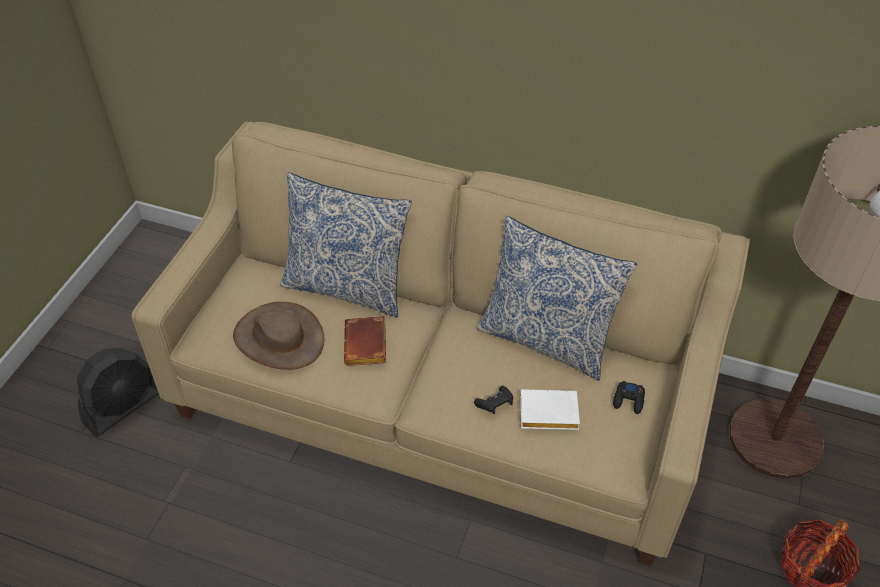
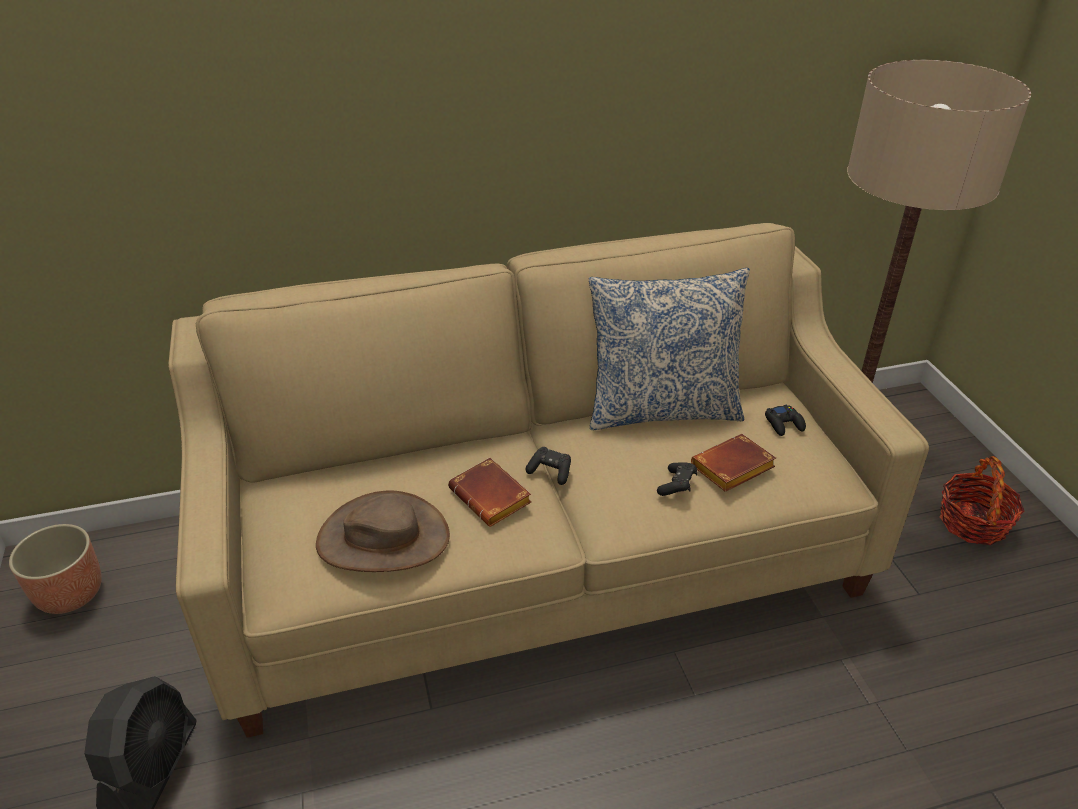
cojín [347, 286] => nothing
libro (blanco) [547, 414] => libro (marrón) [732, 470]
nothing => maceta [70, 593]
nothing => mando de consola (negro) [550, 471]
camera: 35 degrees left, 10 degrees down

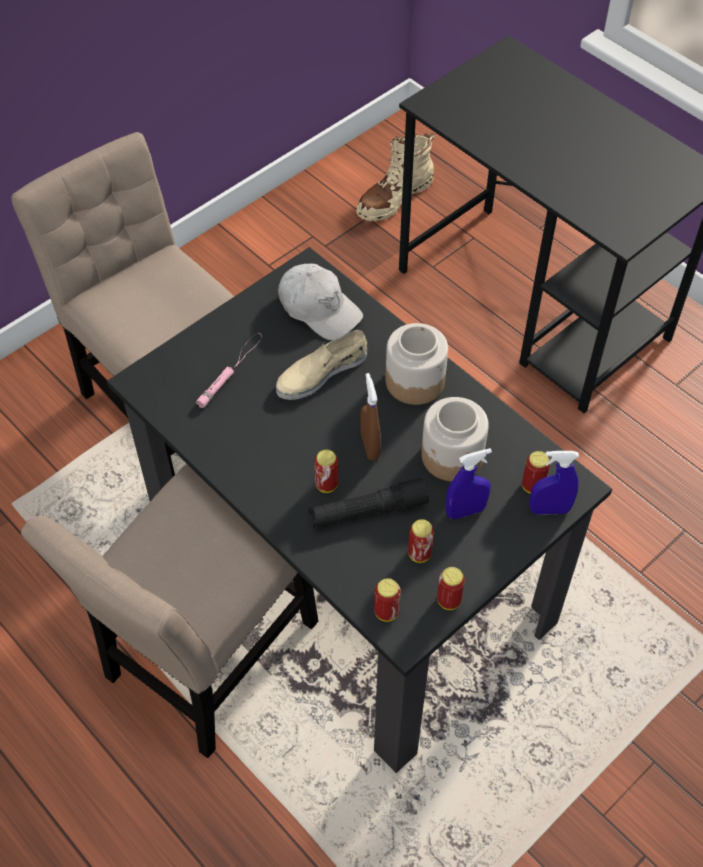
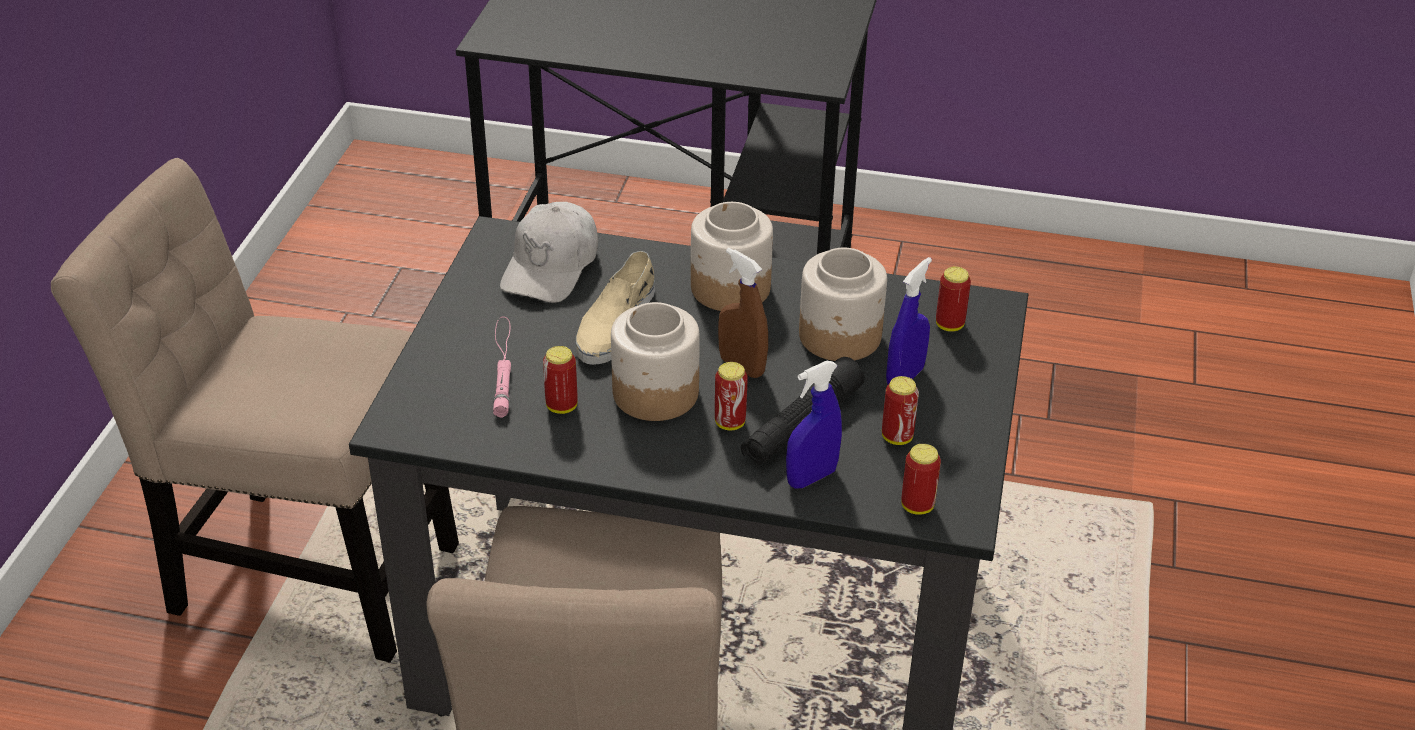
gorra (blanco) [319, 308] => gorra (blanco) [551, 267], 105 degrees clockwise
bota (beis) [394, 198] => nothing
lata [448, 600] => lata [561, 406], relocated
pulverizador (azul) [549, 510] => pulverizador (azul) [811, 477], relocated
nothing => tarro [654, 393]
camera: 35 degrees left, 15 degrees down

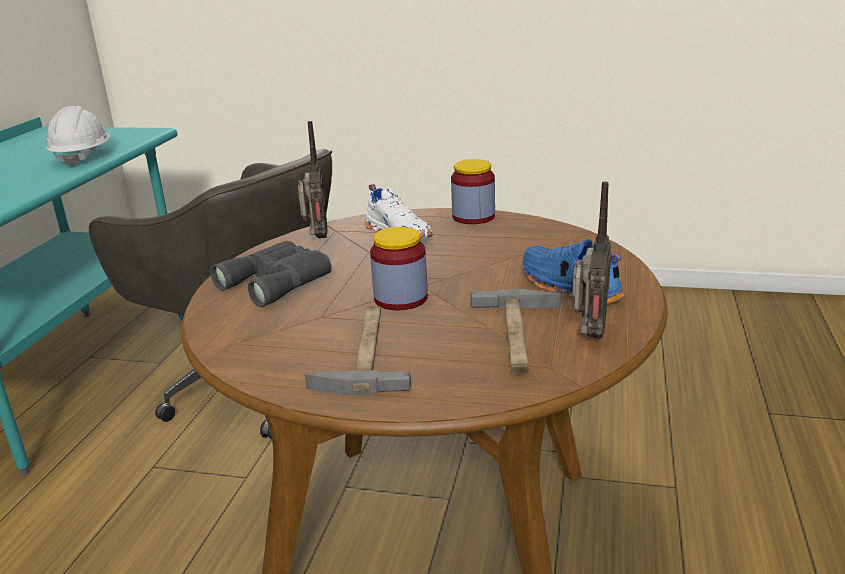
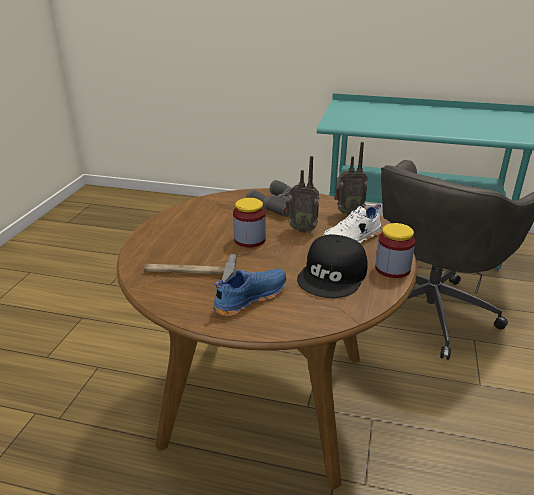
casco (blanco) [82, 157] => nothing
martillo [364, 351] => nothing
radio [588, 335] => radio [302, 229], relocated
nothing => gorra (negro) [333, 275]
camera: 90 degrees right, 5 degrees up

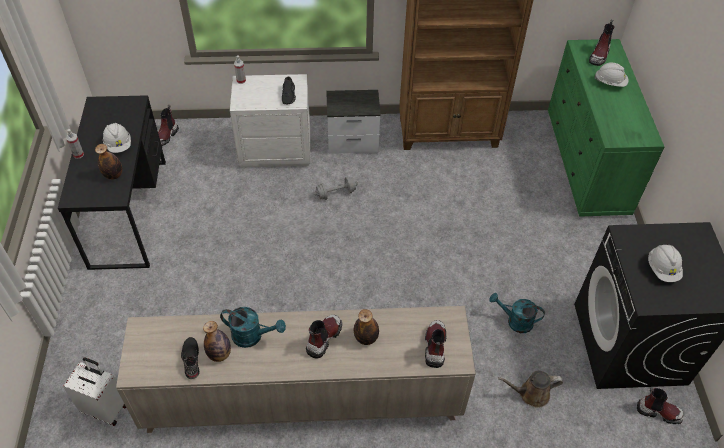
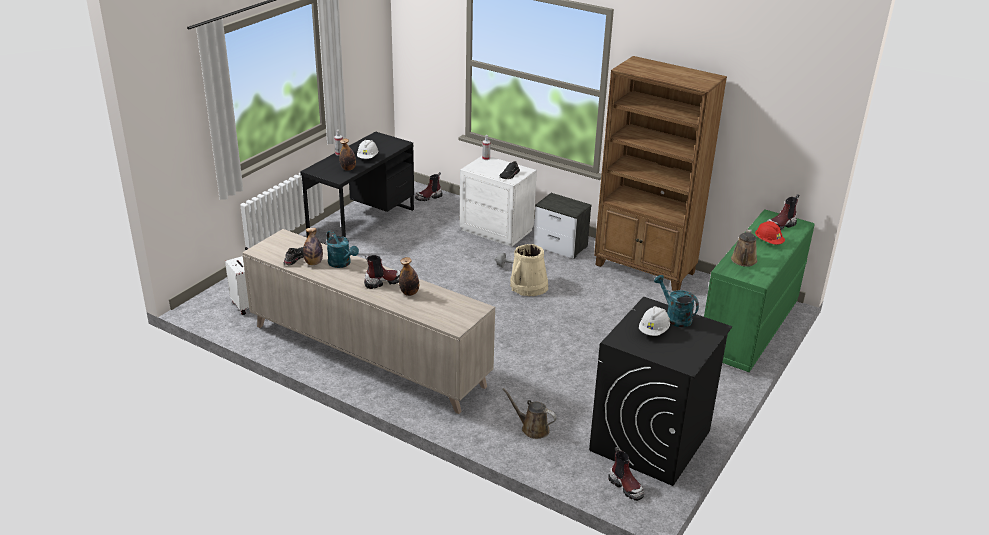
bota [434, 346] => nothing
regadera (turquesa) [515, 321] => regadera (turquesa) [674, 317], relocated
casco (blanco) [610, 82] => casco (rojo) [768, 242]
nothing => cubo (beis) [529, 286]
nothing => regadera (marrón) [743, 261]
camera: 35 degrees right, 20 degrees down

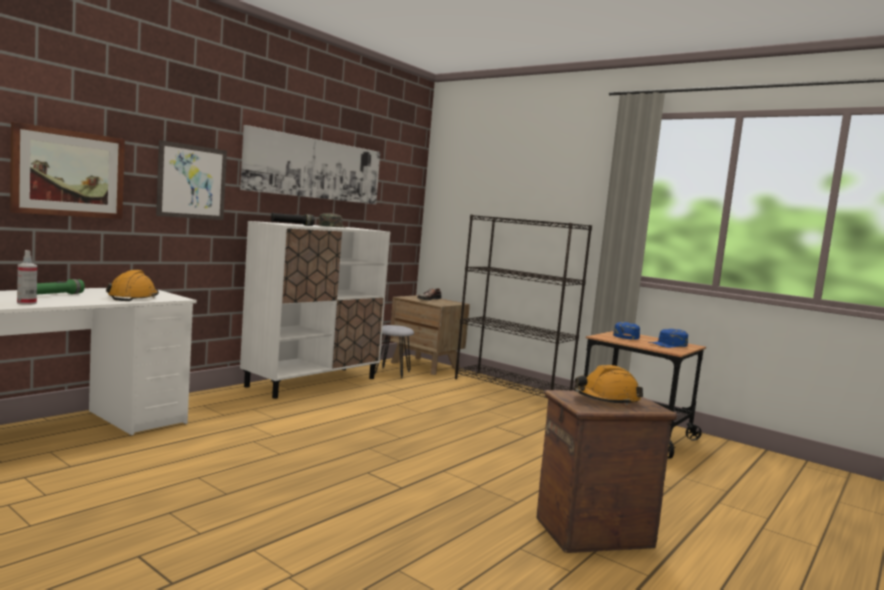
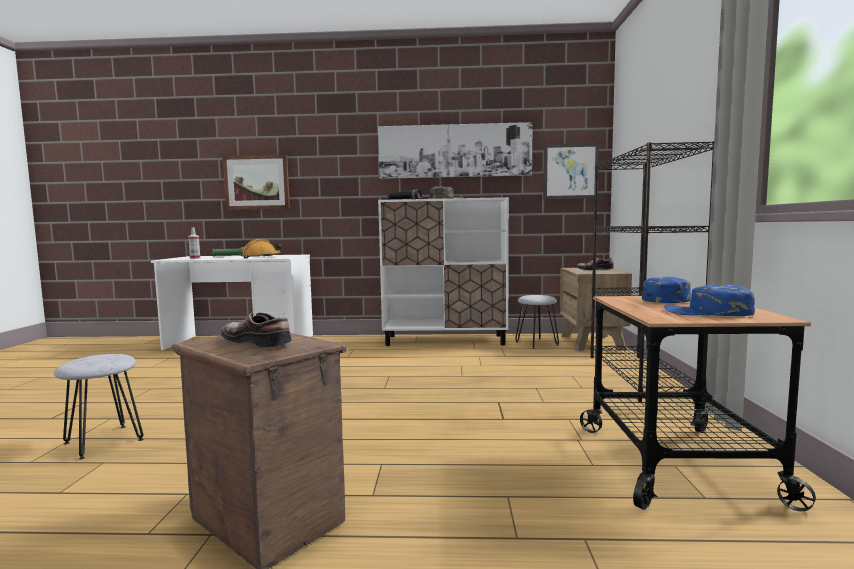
cuadro [192, 182] => cuadro [570, 171], relocated
casco (naranja) [606, 399] => zapato [259, 341]
nothing => taburete (gris) [104, 441]
camera: 55 degrees right, 0 degrees up

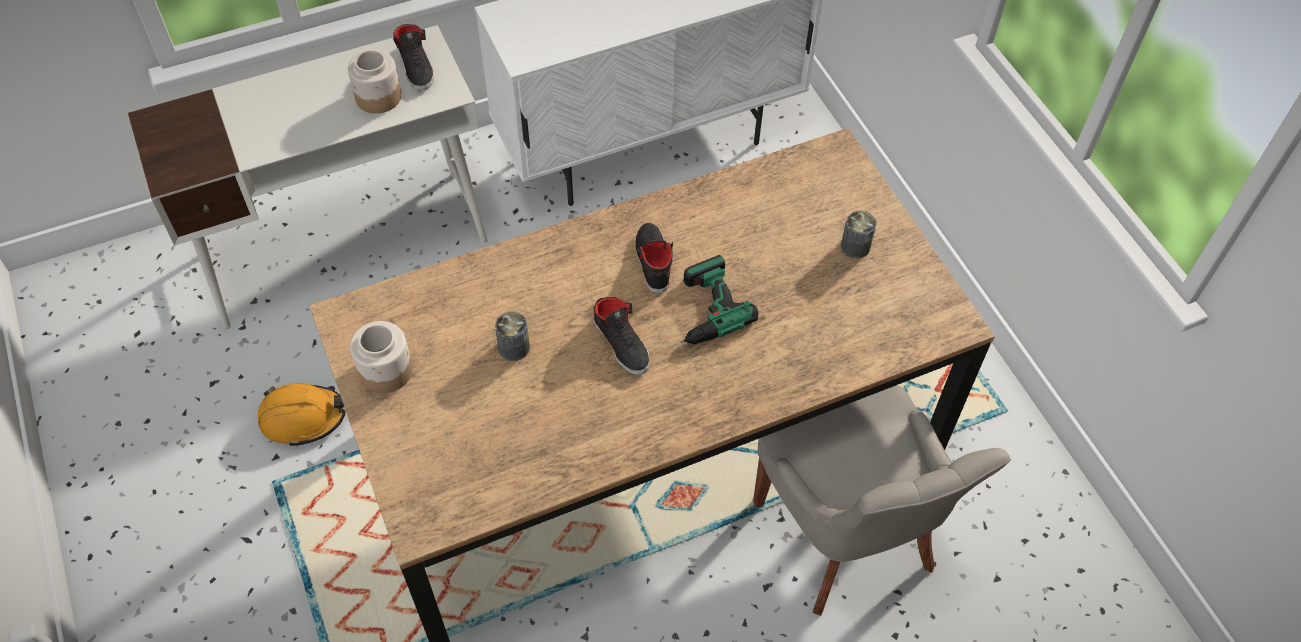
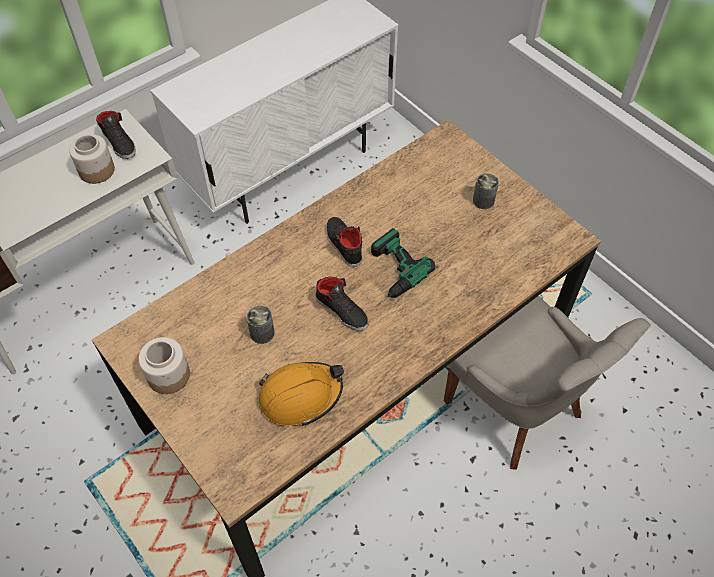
casco (naranja) [303, 417] => casco (naranja) [300, 396], relocated
camera: 15 degrees left, 0 degrees up

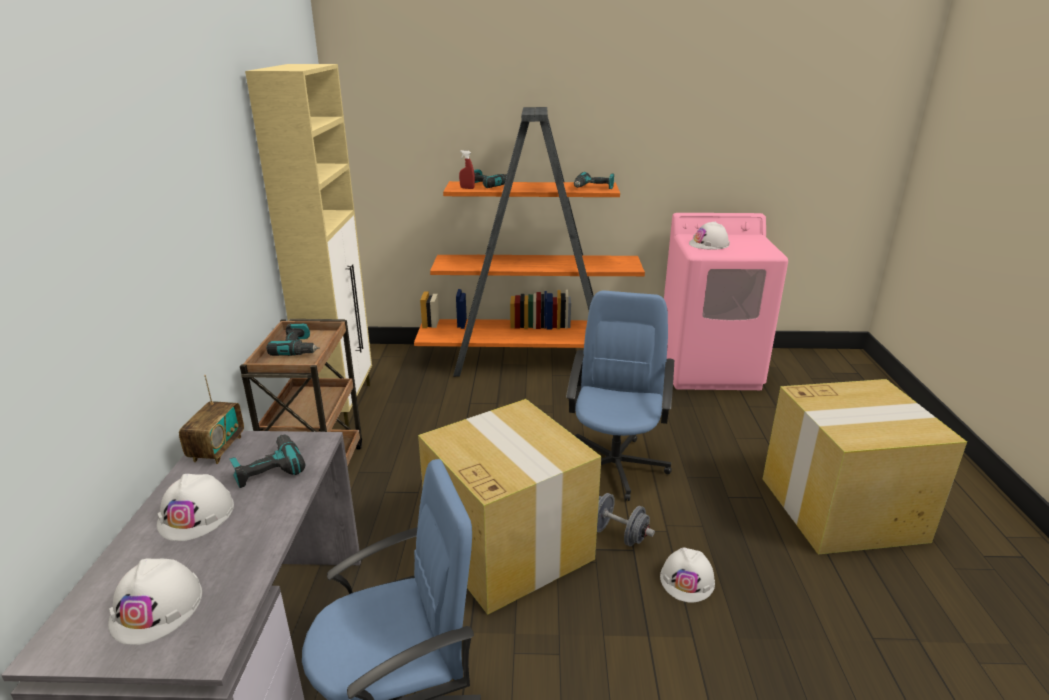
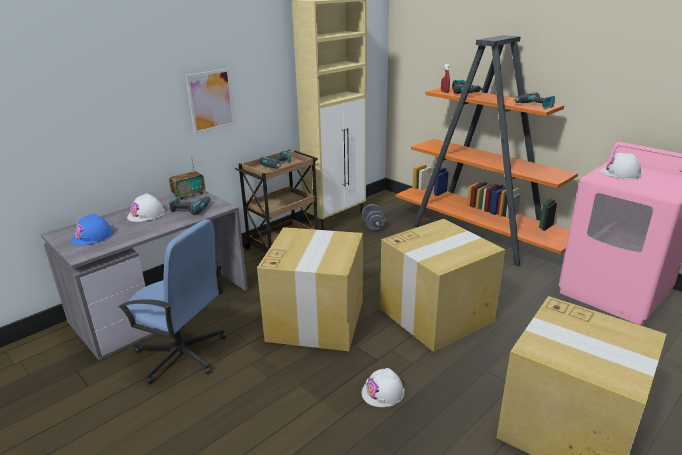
casco (blanco) [157, 607] => casco (azul) [92, 236]
silla de oficina (azul) [615, 465] => caja de cartón [437, 314]
mancuerna (gris) [617, 534] => mancuerna (gris) [373, 225], relocated
nothing => cuadro [211, 100]
camera: 45 degrees right, 0 degrees up

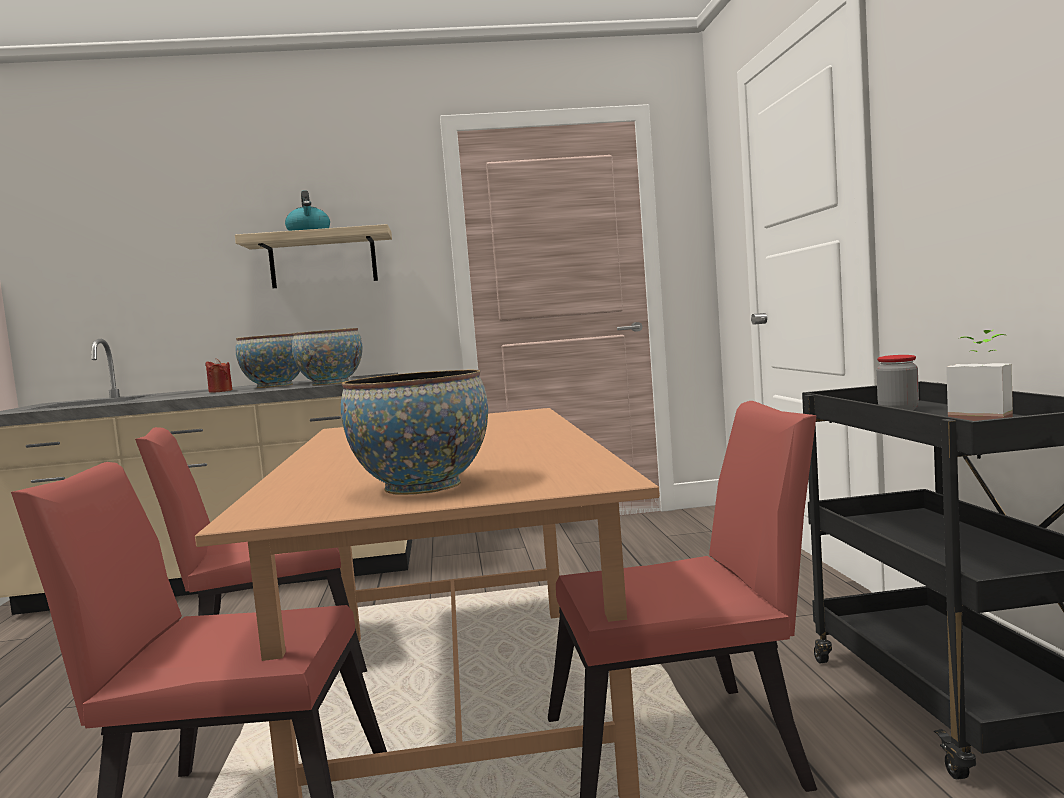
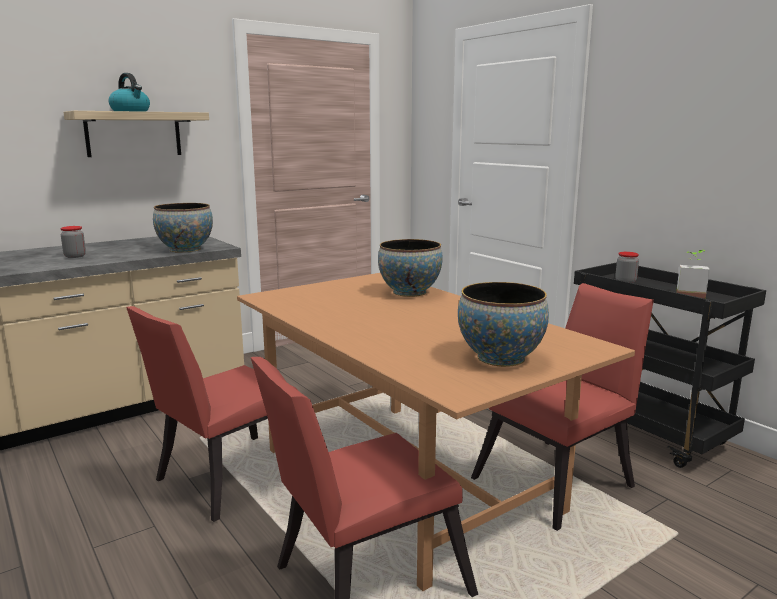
vela (rojo) [220, 391] => tarro [75, 256]
cuenco [274, 386] => cuenco [409, 292], relocated
camera: 30 degrees left, 10 degrees up

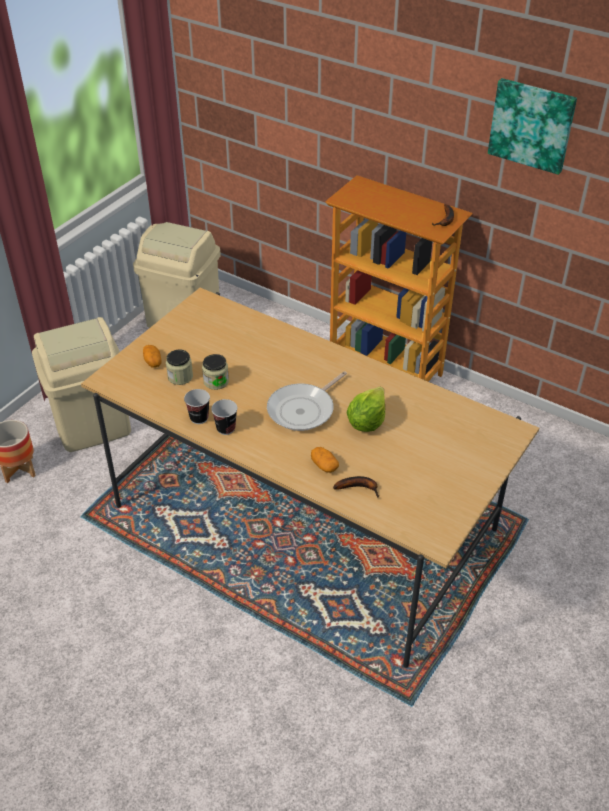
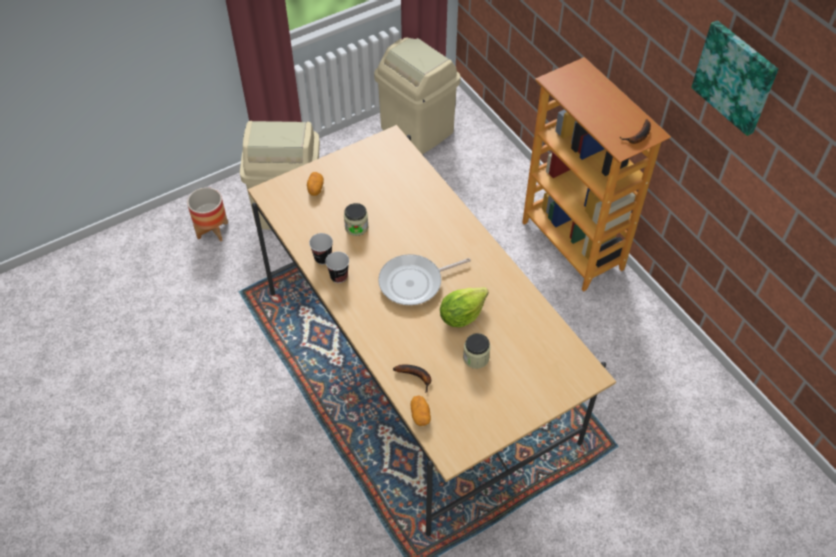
tarro [180, 377] => tarro [476, 358], relocated
patata [324, 465] => patata [420, 415], relocated
camera: 25 degrees right, 10 degrees up

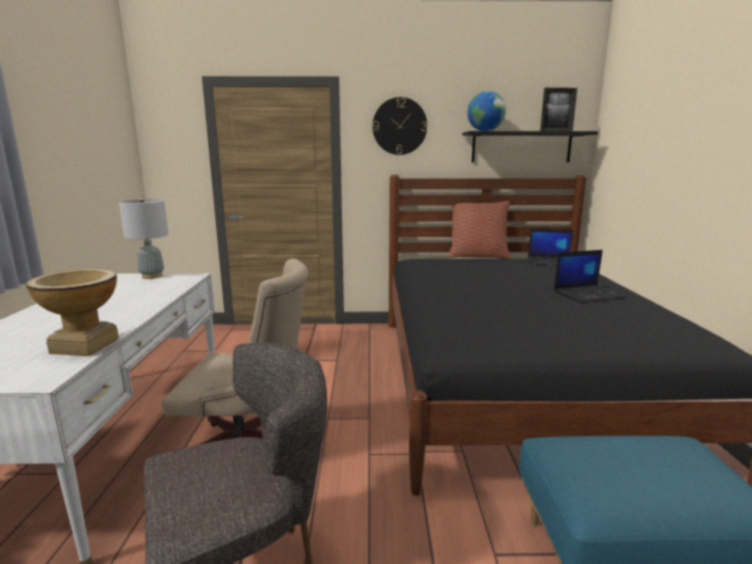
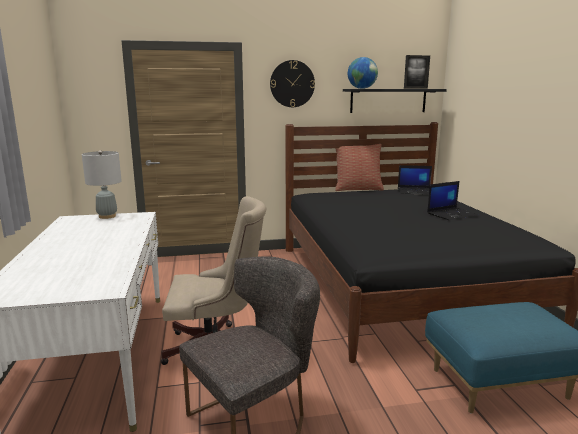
florero [85, 346] => nothing
camera: 10 degrees left, 0 degrees up

